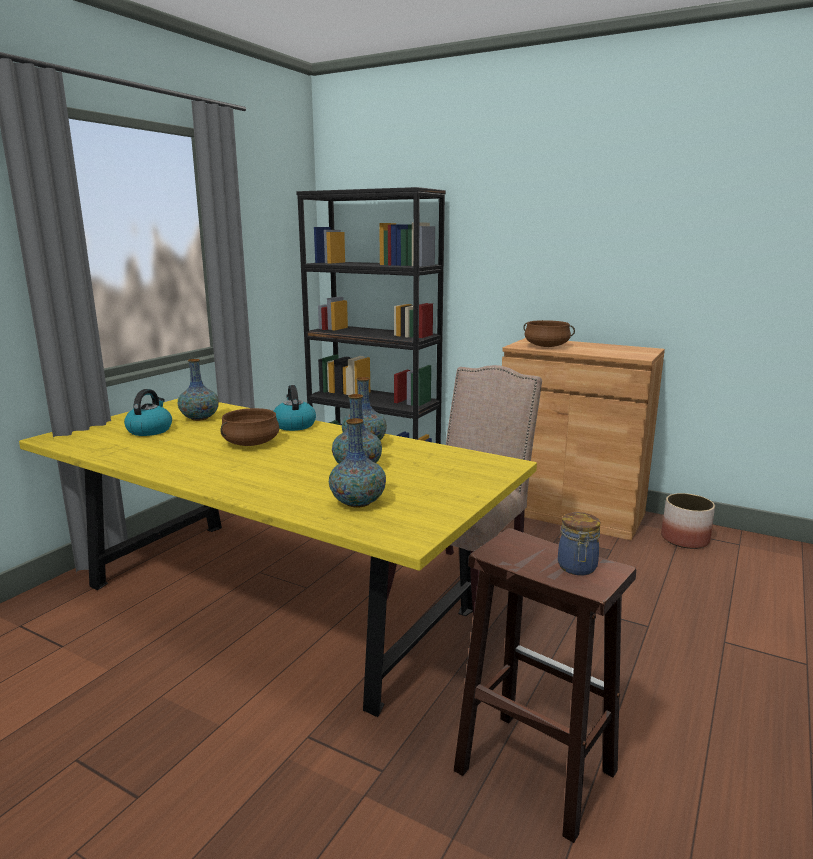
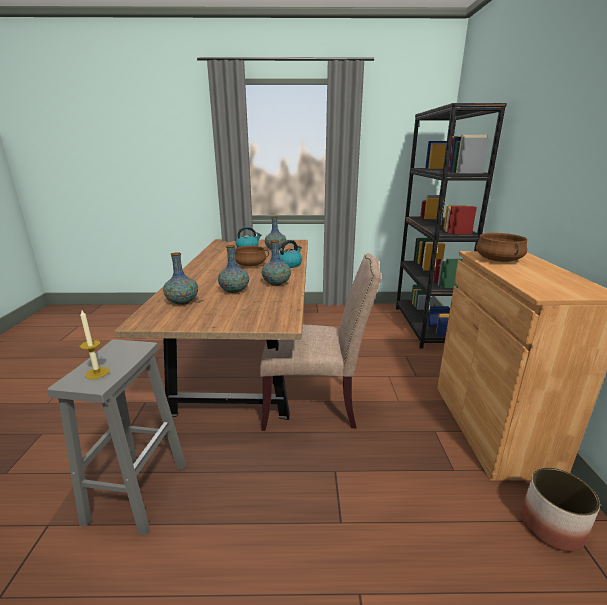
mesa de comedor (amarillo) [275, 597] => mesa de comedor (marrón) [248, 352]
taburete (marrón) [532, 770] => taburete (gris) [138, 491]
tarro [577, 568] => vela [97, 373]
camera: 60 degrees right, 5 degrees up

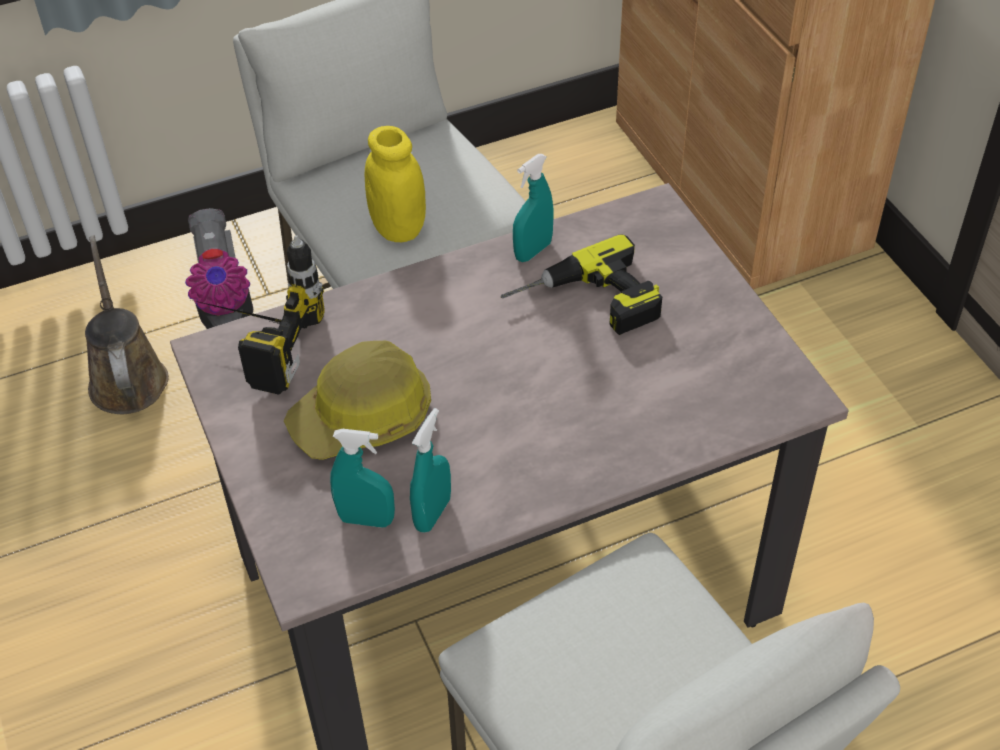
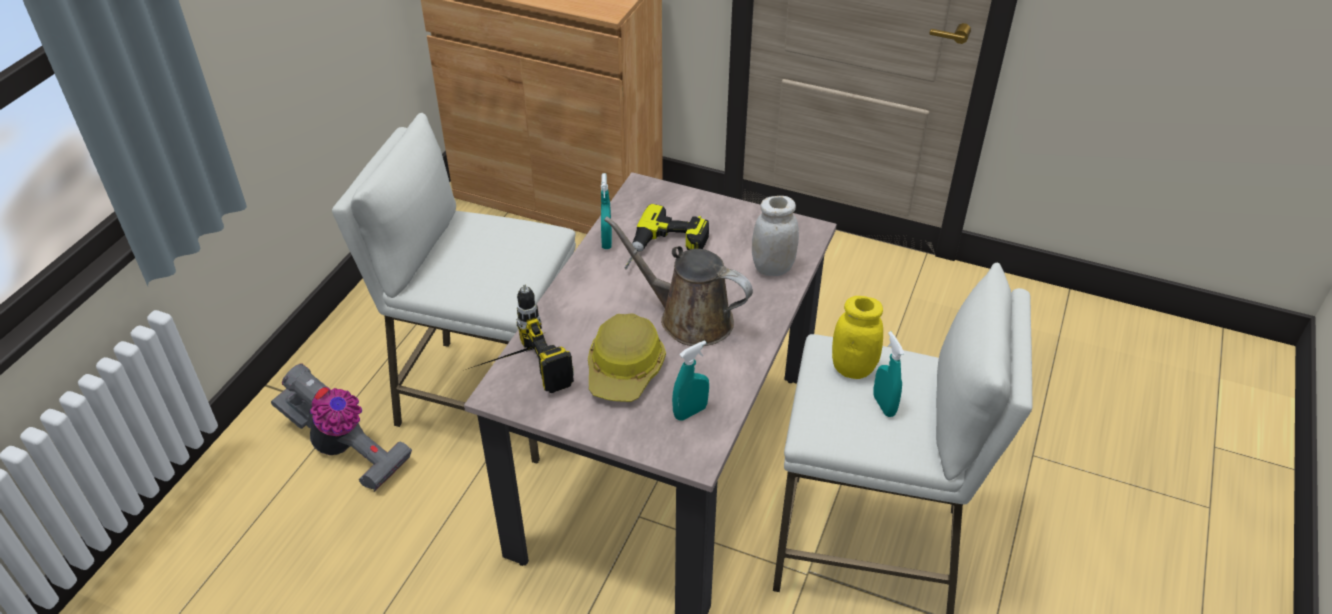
regadera (marrón) [127, 377] => regadera (marrón) [689, 318], relocated
tarro (amarillo) [398, 228] => tarro (amarillo) [853, 368], relocated
pulverizador (turquesa) [432, 513] => pulverizador (turquesa) [884, 405], relocated
nothing => tarro (blanco) [772, 268]
camera: 45 degrees left, 5 degrees down

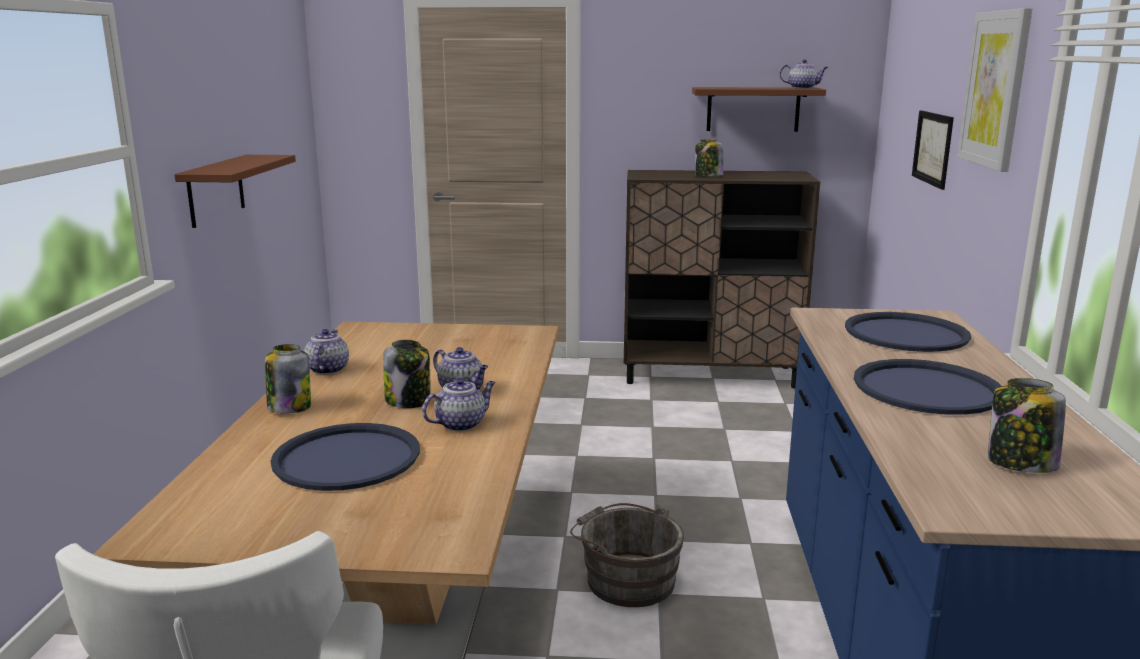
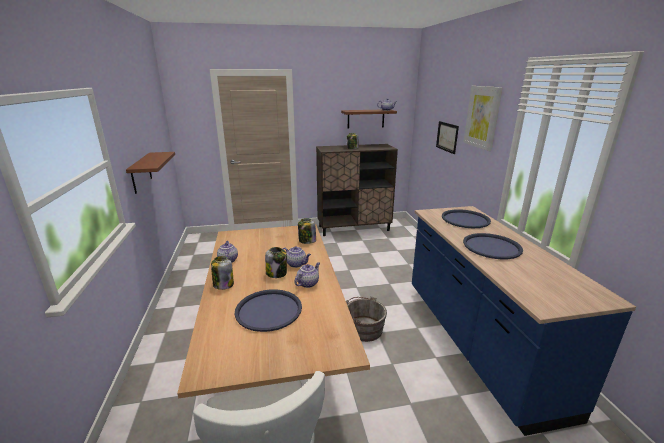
tarro [1020, 463] => tarro [307, 241], relocated
camera: 15 degrees left, 5 degrees up

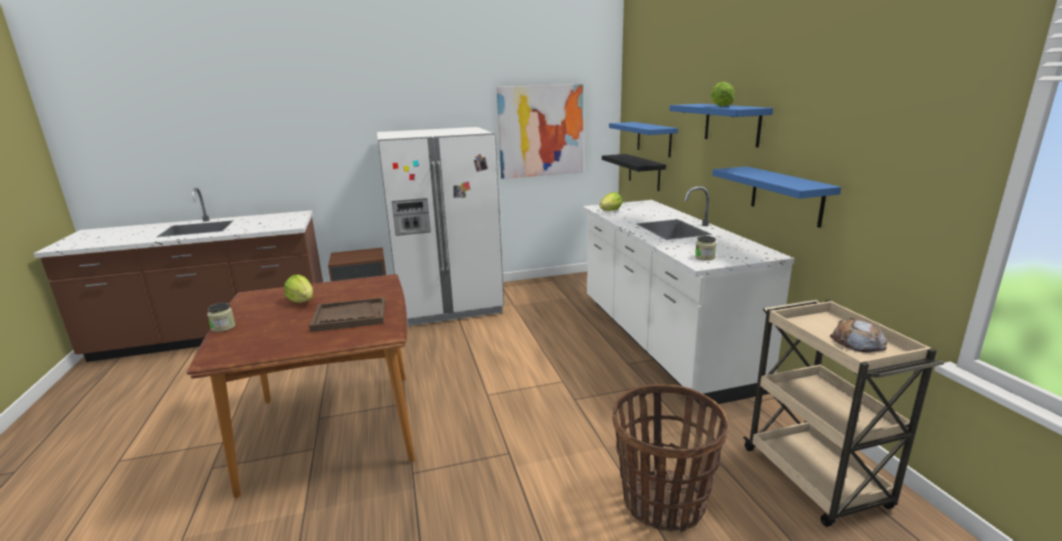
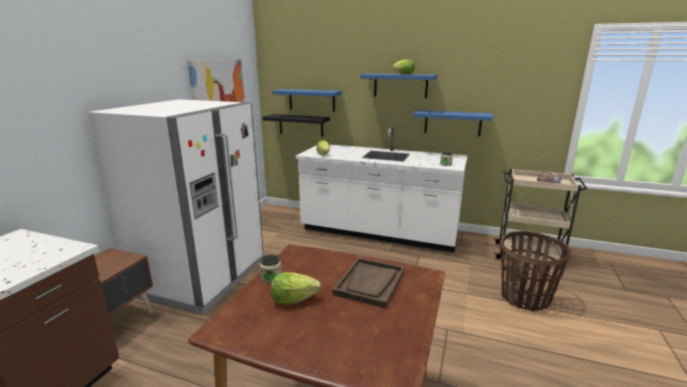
tarro [223, 327] => tarro [271, 278], relocated
camera: 55 degrees left, 0 degrees up

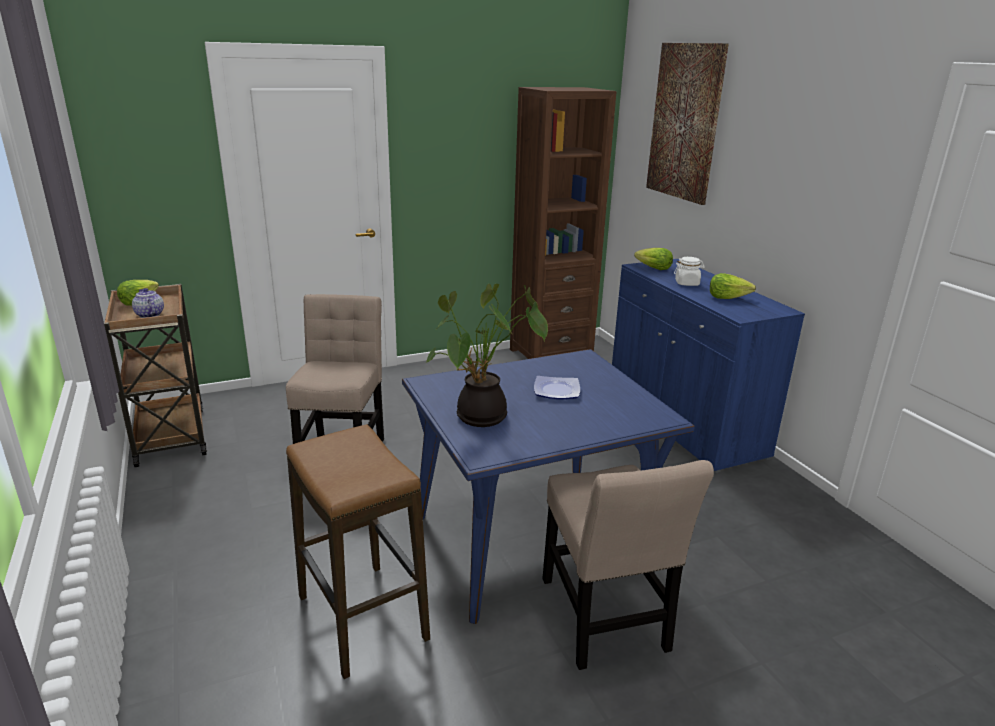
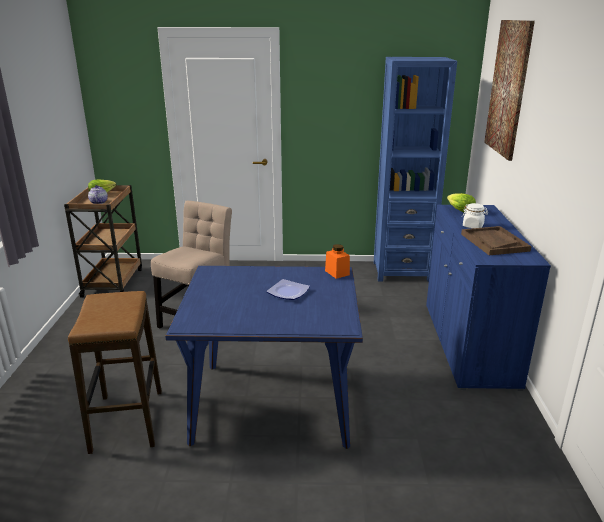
planta en maceta [481, 419] => nothing
estantería (marrón) [550, 355] => estantería (azul) [402, 271]
silla (beis) [604, 620] => nothing
lechuga [727, 297] => bandeja (marrón) [494, 242]
nothing => tarro (naranja) [337, 273]
camera: 25 degrees right, 0 degrees up

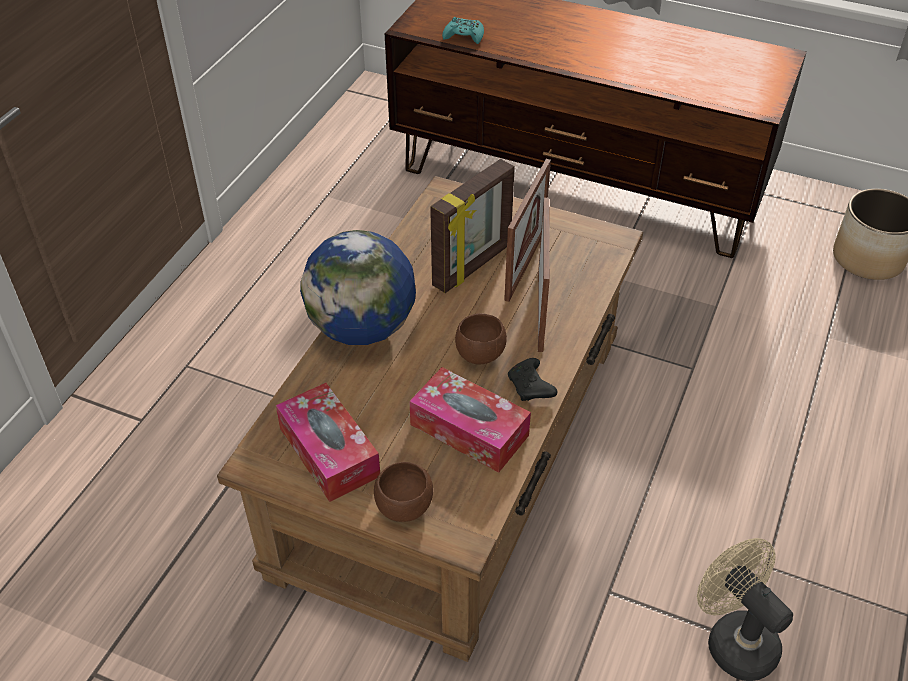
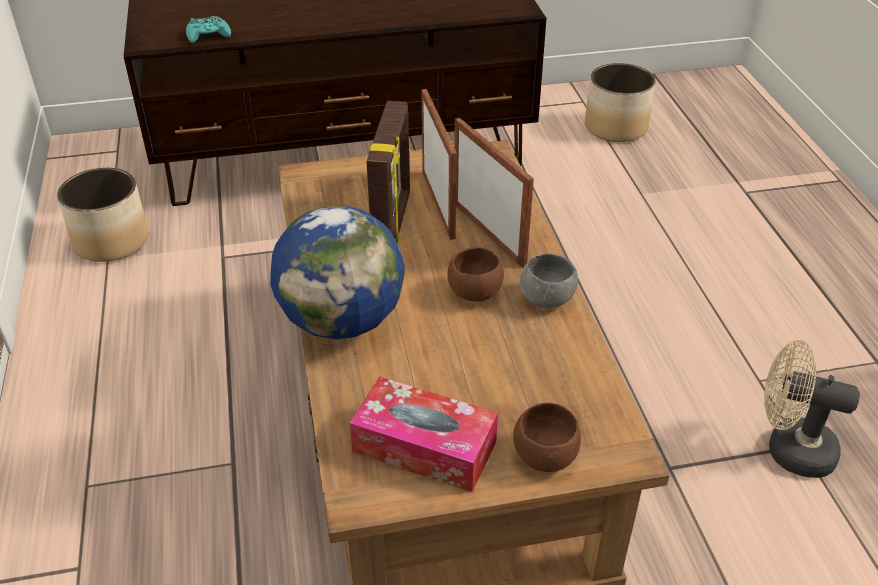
caja de pañuelos [469, 430] => nothing
mando de consola (negro) [531, 387] => cuenco (gris) [547, 298]
nothing => maceta [112, 241]
camera: 35 degrees left, 5 degrees down

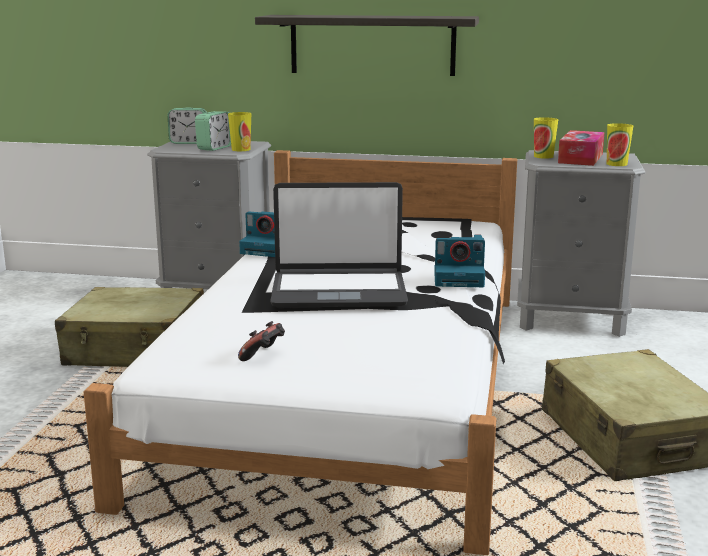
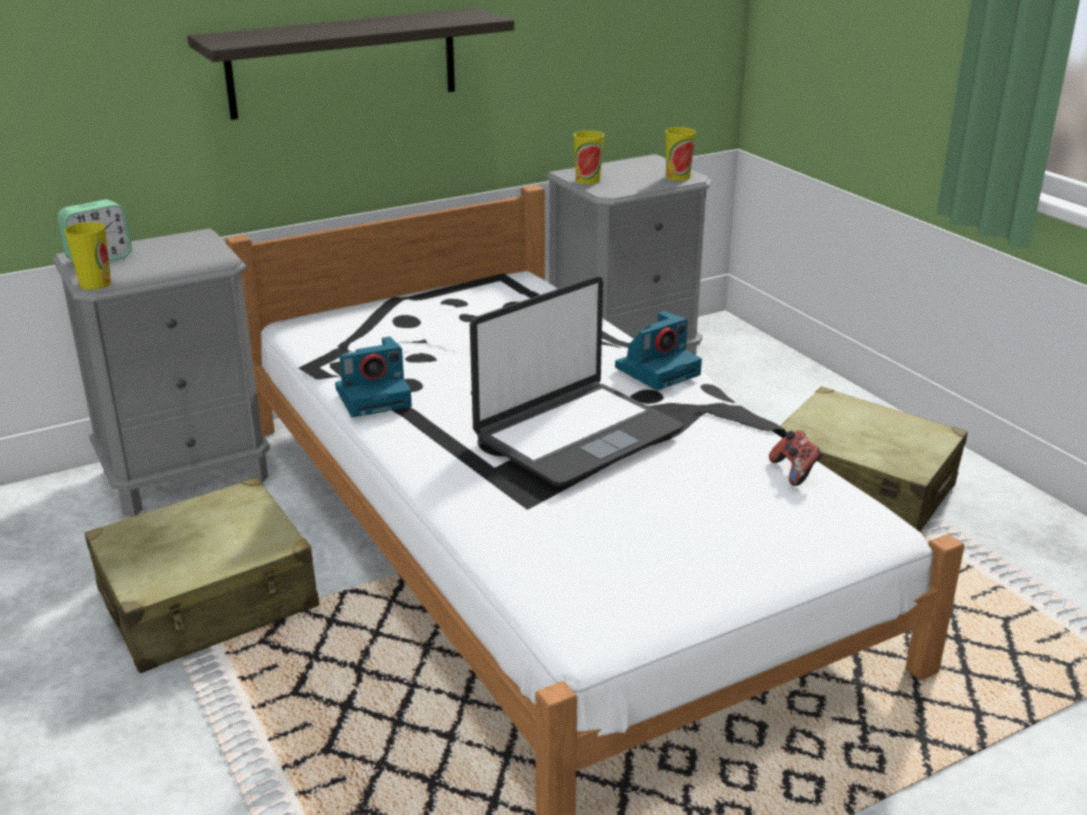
despertador [214, 148] => nothing
taza [241, 149] => taza [95, 284], relocated
mando de consola [263, 356] => mando de consola [795, 472], relocated
caja de pañuelos [580, 158] => nothing
camera: 40 degrees left, 10 degrees up

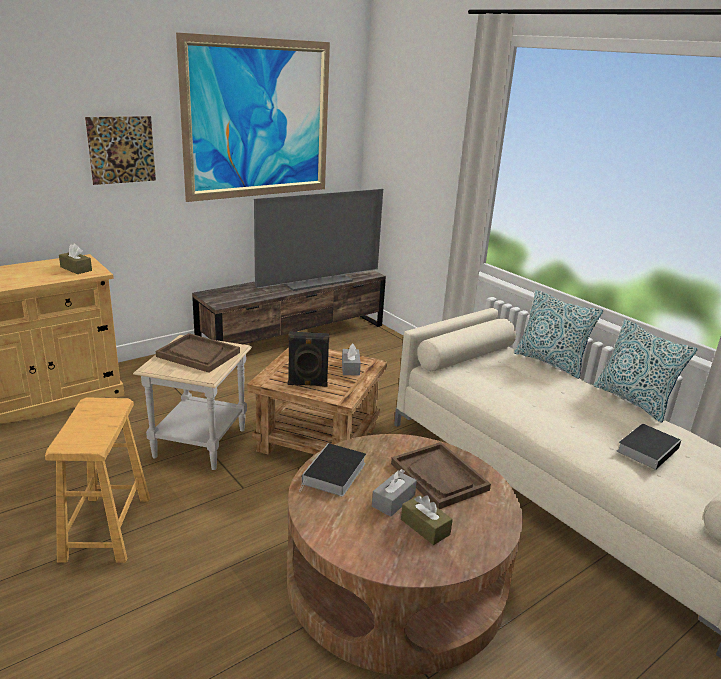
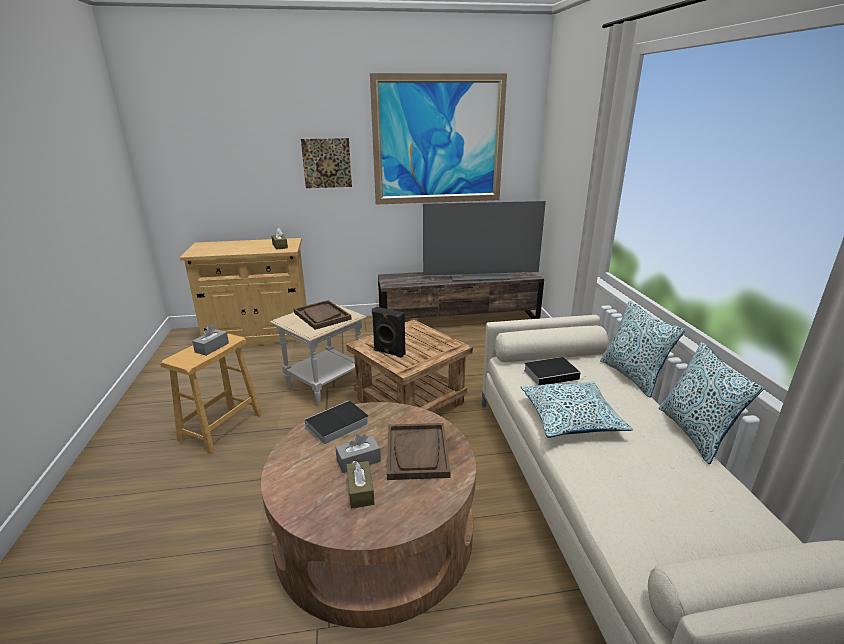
caja de pañuelos (gris) [350, 368] => caja de pañuelos (gris) [212, 347], relocated
libro [648, 449] => libro [552, 374], relocated
nothing => cojín [571, 418]
camera: 30 degrees right, 0 degrees up

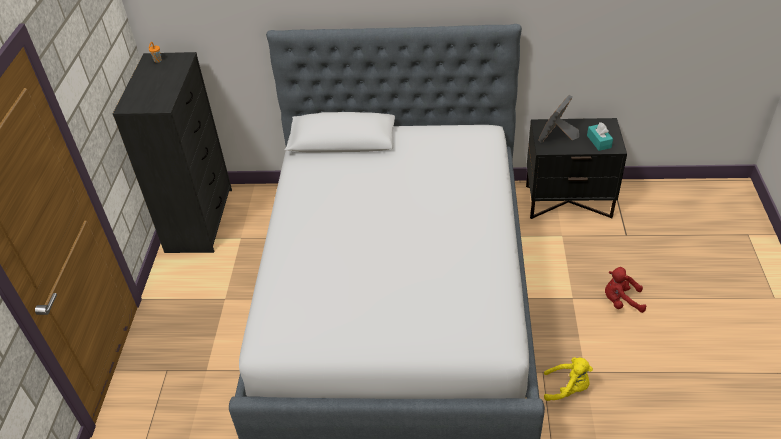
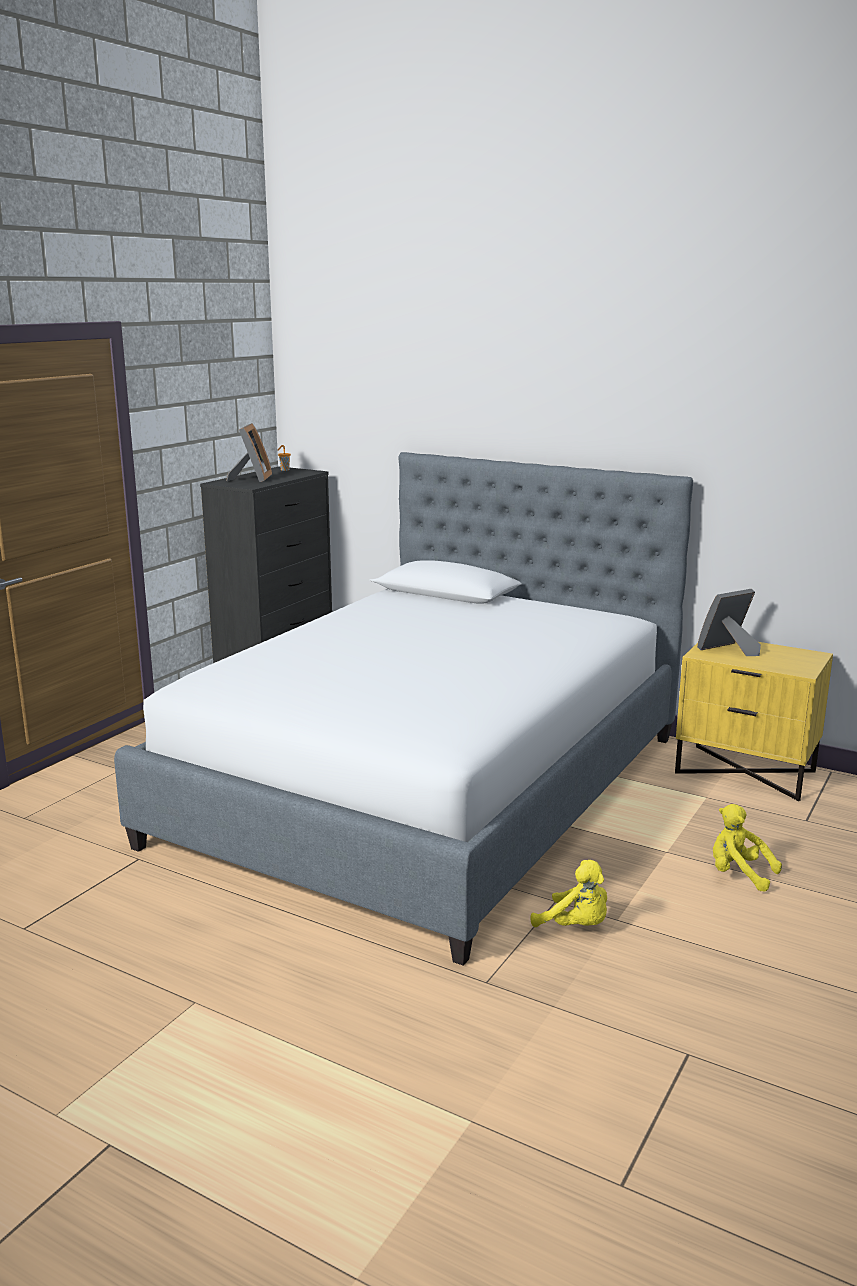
mesita de noche (negro) [568, 200] => mesita de noche (amarillo) [746, 771]
caja de pañuelos (turquesa) [599, 141] => nothing
peluche (rojo) [621, 301] => peluche (amarillo) [738, 874]
nothing => portarretratos [252, 479]
camera: 25 degrees right, 25 degrees down

